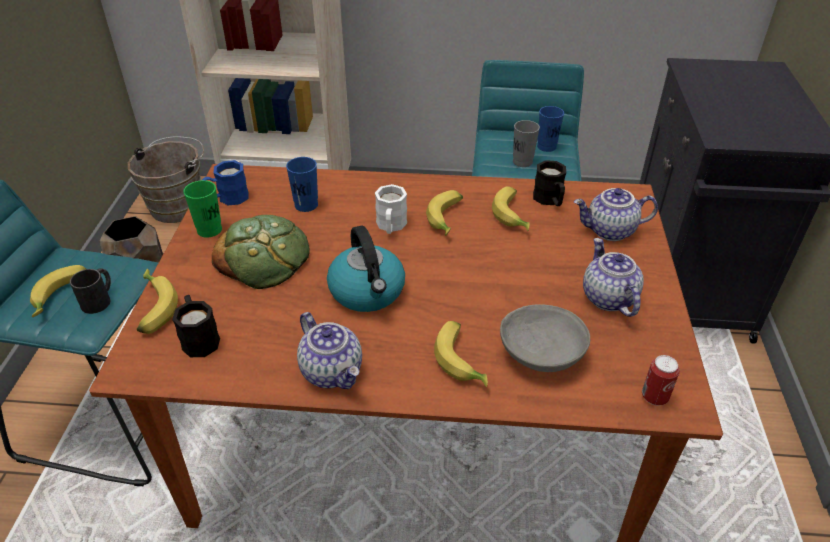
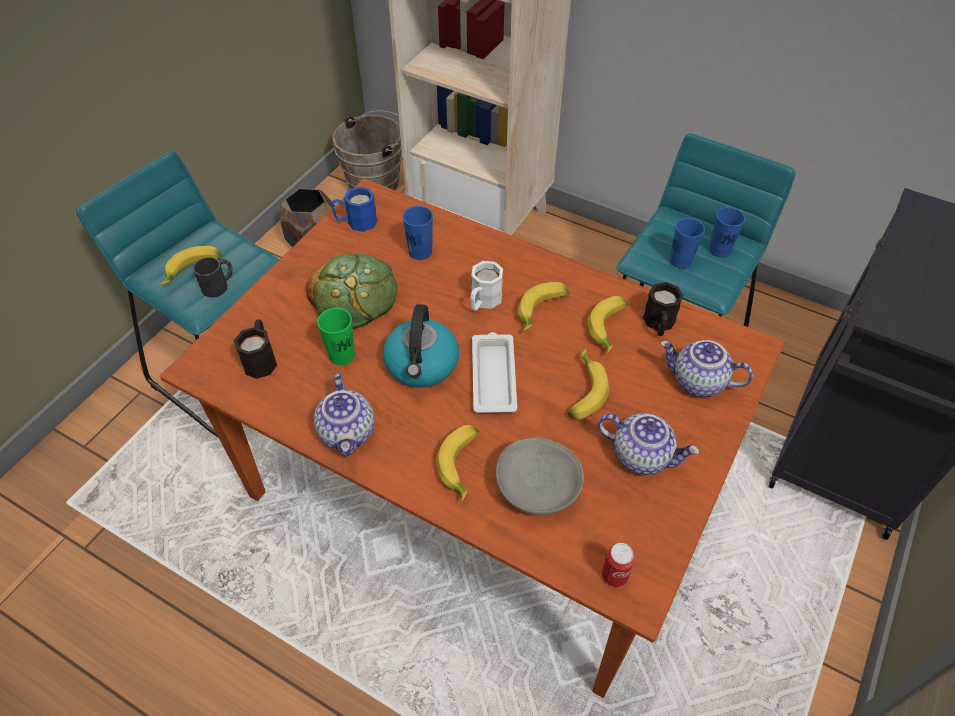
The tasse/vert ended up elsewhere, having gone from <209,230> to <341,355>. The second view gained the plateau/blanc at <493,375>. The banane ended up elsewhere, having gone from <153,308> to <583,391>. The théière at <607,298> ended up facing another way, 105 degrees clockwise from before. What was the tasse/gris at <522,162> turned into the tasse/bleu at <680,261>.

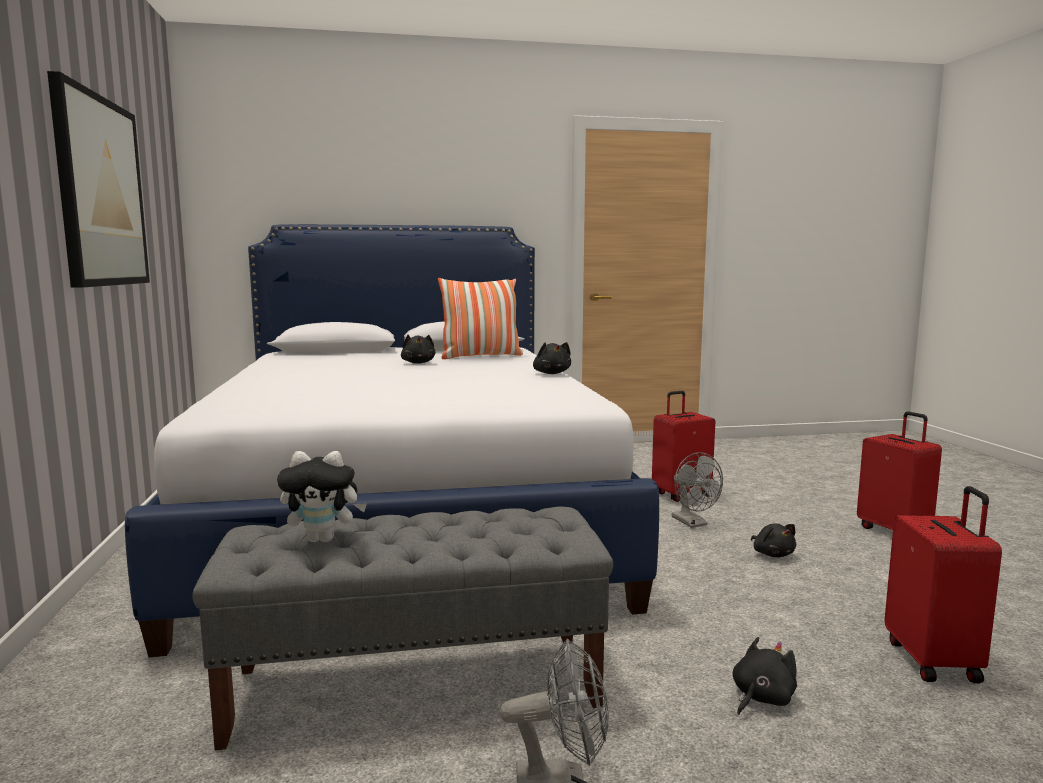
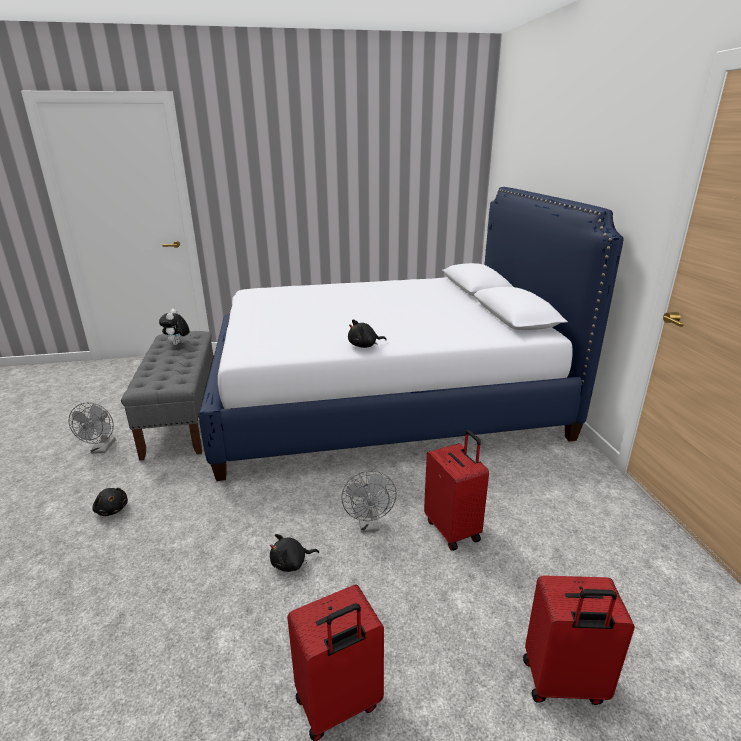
The ventilateur/gris at <693,523> ended up facing another way, 75 degrees counterclockwise from before. The valise/rouge ended up elsewhere, having gone from <934,661> to <563,683>. The second view lost the tableau at <100,192>. The second view lost the peluche/noir at <418,363>. The second view lost the coussin at <480,356>.

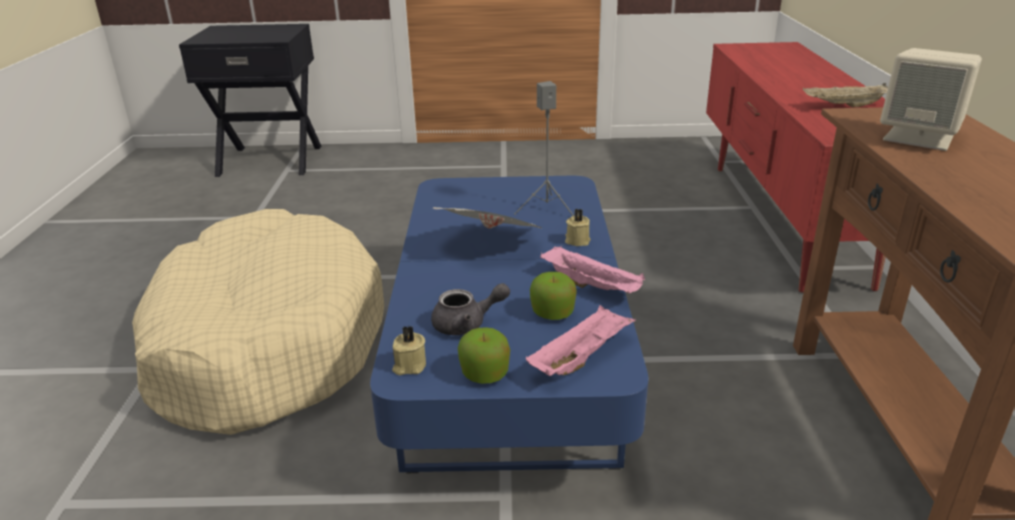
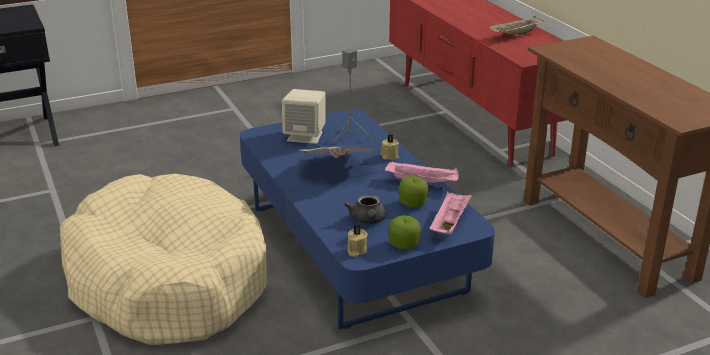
The enceinte/beige ended up elsewhere, having gone from <919,138> to <305,136>. The théière/gris at <467,324> ended up facing another way, 120 degrees clockwise from before.

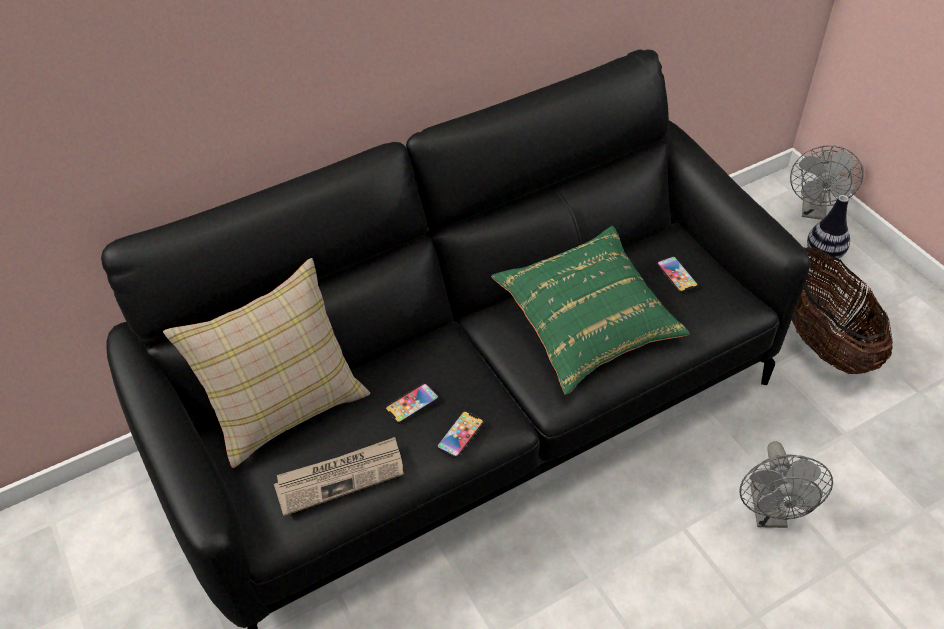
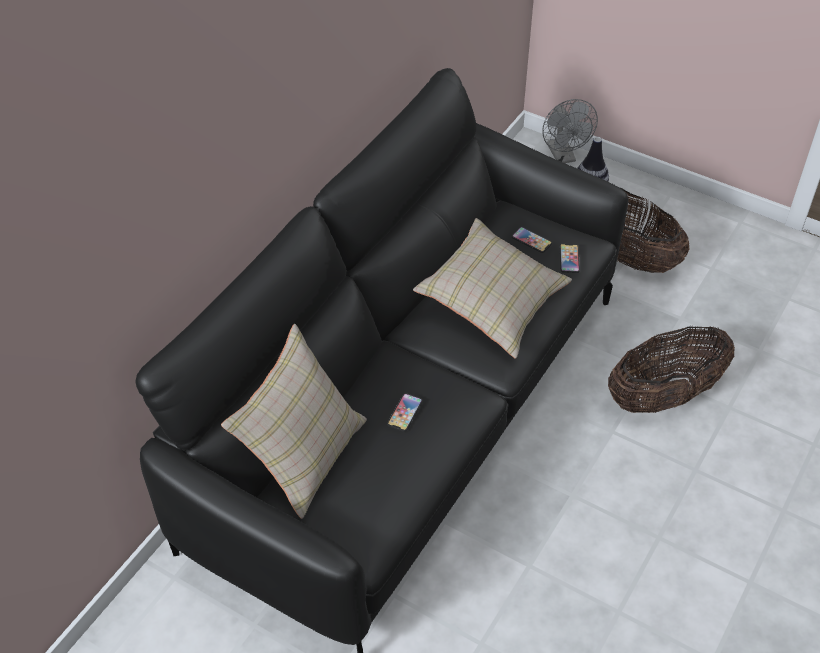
What was the coussin/vert at <587,326> turned into the coussin/beige at <492,303>. The téléphone ended up elsewhere, having gone from <460,435> to <569,259>. Where the ventilateur/gris stood at <770,514>, the panier came to stand at <664,396>. The second view lost the journal at <340,477>.

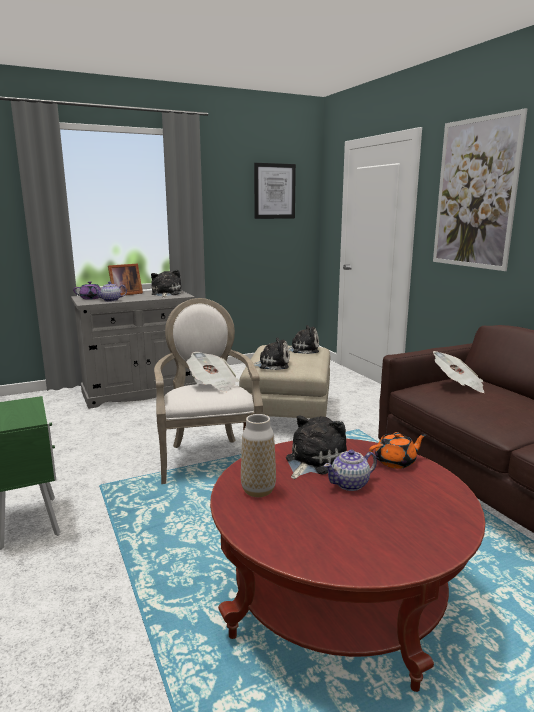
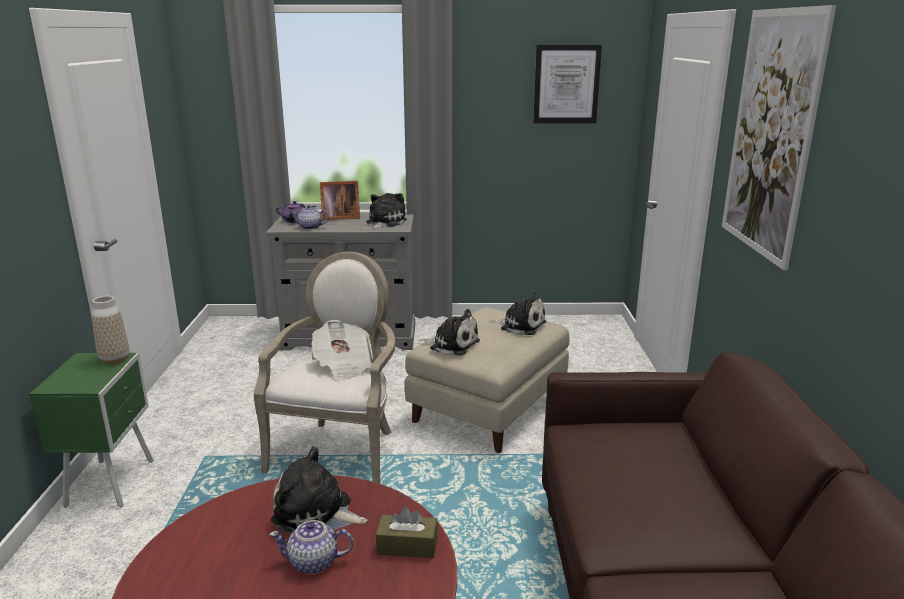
The vase ended up elsewhere, having gone from <258,491> to <115,360>. The peluche at <313,461> ended up facing another way, 135 degrees counterclockwise from before. Where the théière/orange stood at <396,462>, the boîte à mouchoirs/marron came to stand at <407,546>. The second view lost the journal at <458,385>.

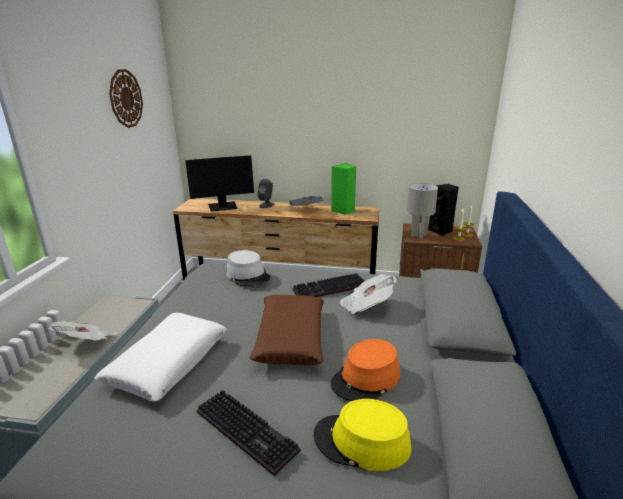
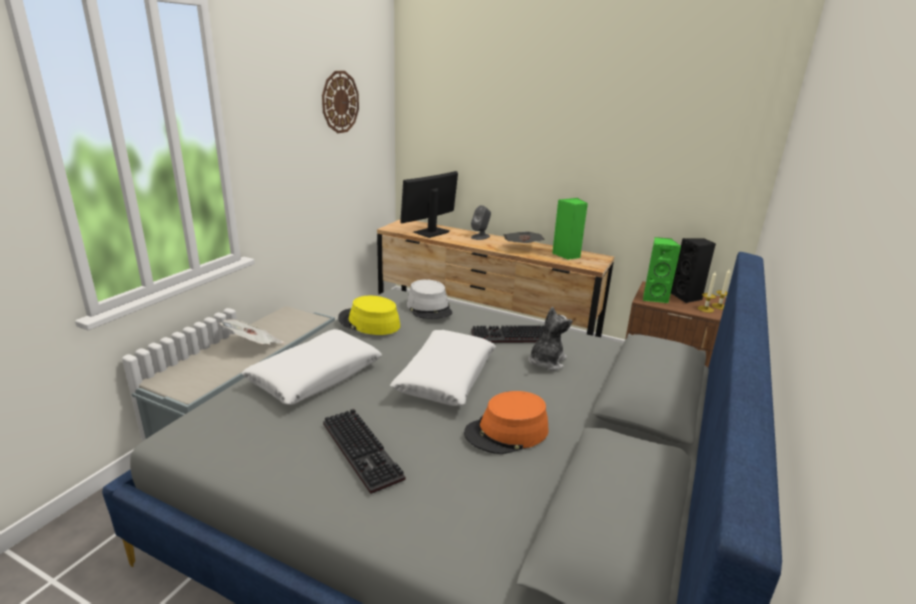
The chapeau/jaune ended up elsewhere, having gone from <361,442> to <369,323>. What was the coussin/marron at <290,338> turned into the coussin/blanc at <445,377>. The écran d'ordinateur at <223,207> ended up facing another way, 135 degrees clockwise from before. Where the journal stood at <366,305>, the peluche came to stand at <546,361>. Where the lampe de table/gris stood at <418,235>, the enceinte/vert came to stand at <654,297>.

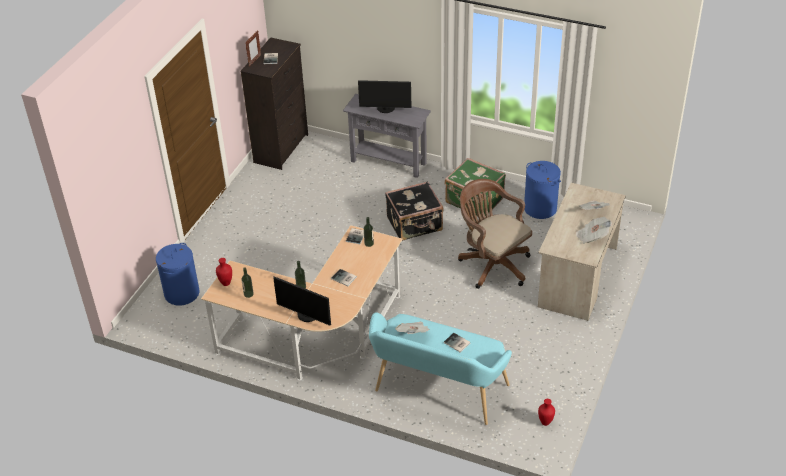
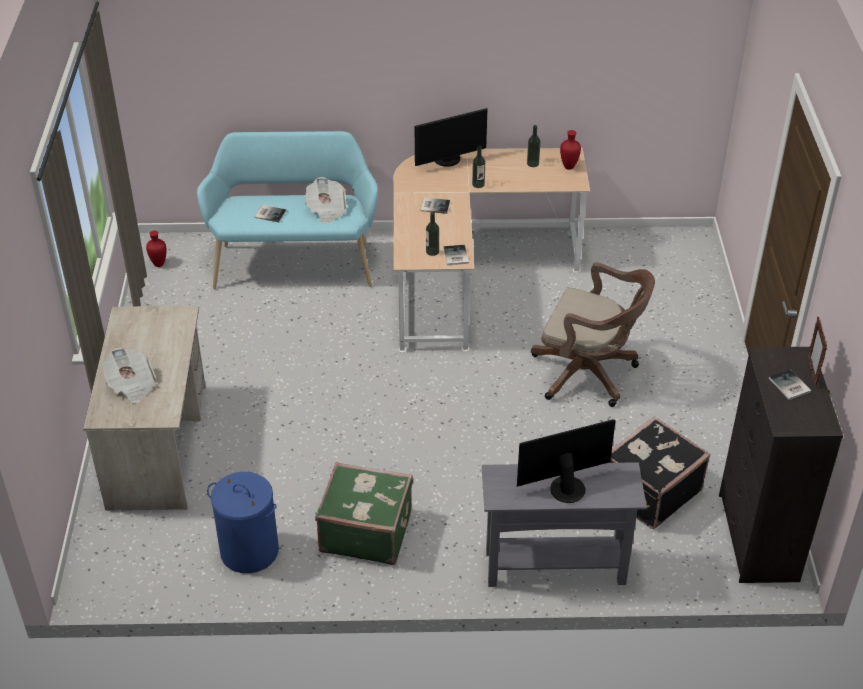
The écran d'ordinateur at <307,315> ended up facing another way, 150 degrees clockwise from before. The chaise de bureau/marron ended up elsewhere, having gone from <492,264> to <589,374>. The valise/noir ended up elsewhere, having gone from <415,224> to <648,491>. The second view lost the panier à linge/bleu at <182,293>. The second view lost the journal at <592,236>.

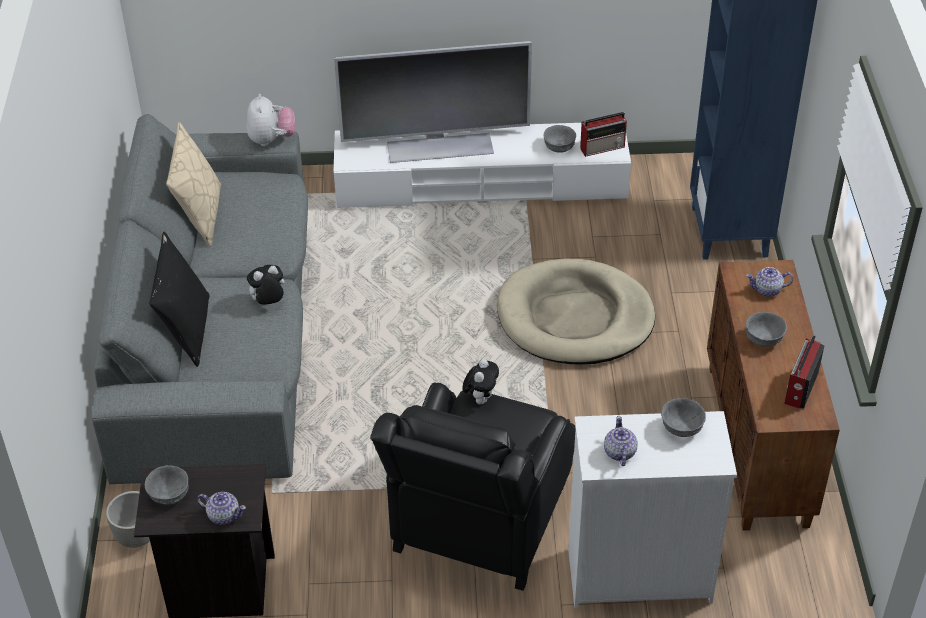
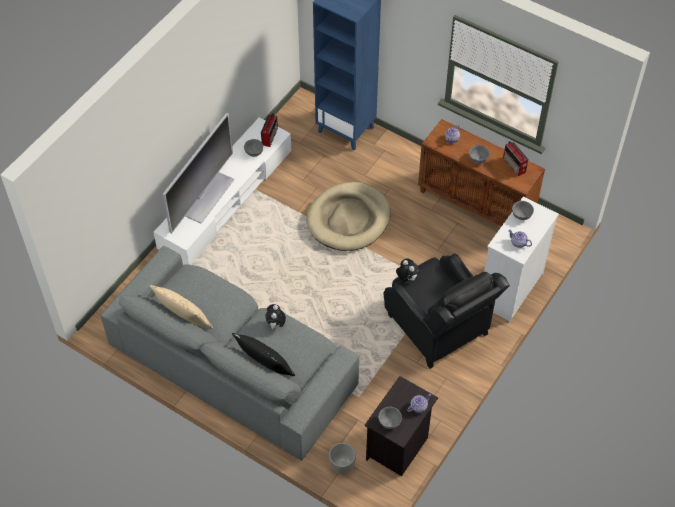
The second view lost the peluche at <271,140>.

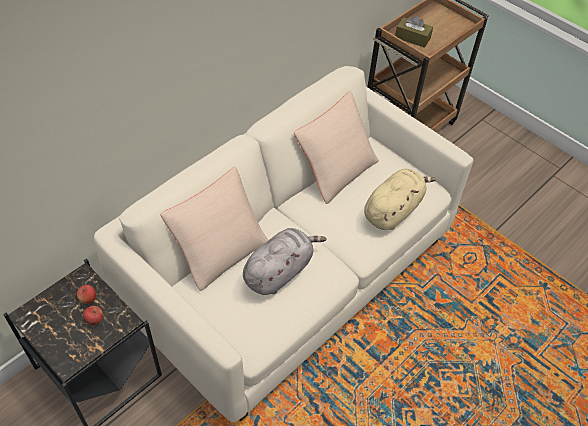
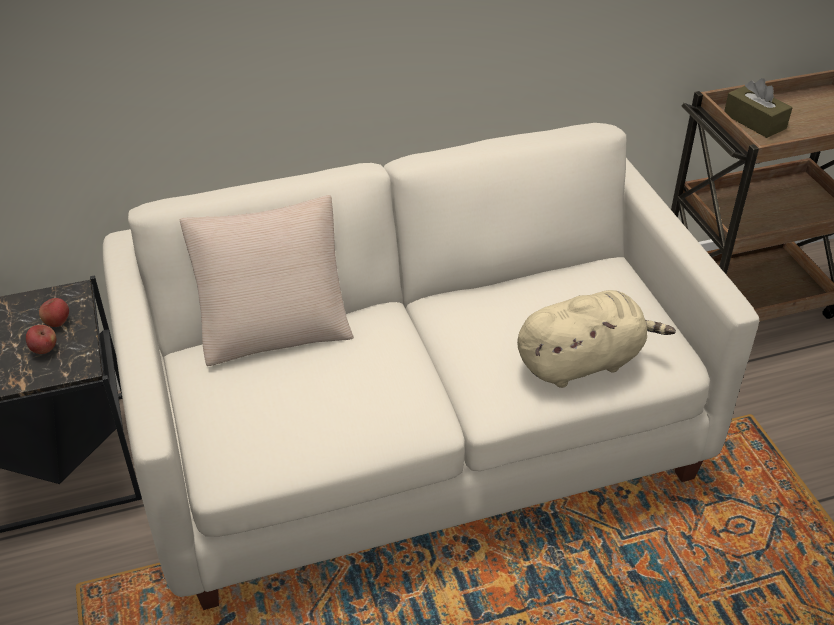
The second view lost the peluche/gris at <279,271>. The second view lost the coussin/beige at <335,170>.

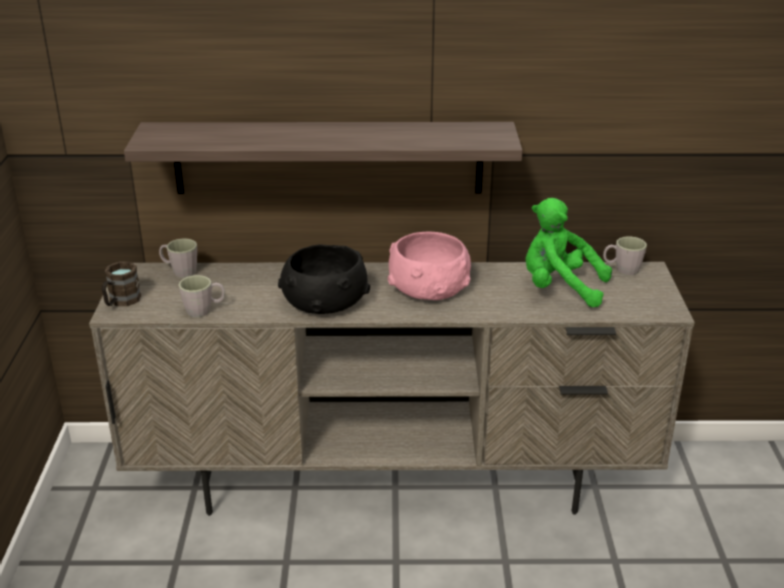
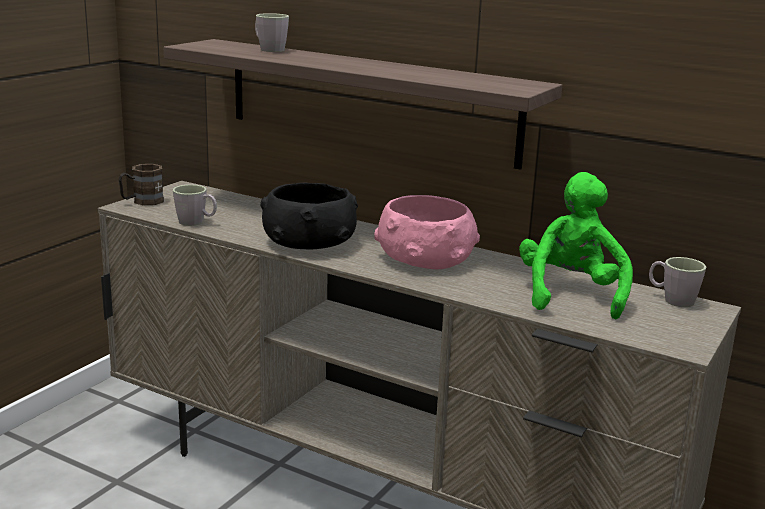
The mug/gris ended up elsewhere, having gone from <180,271> to <269,49>. The peluche/vert at <559,288> ended up facing another way, 45 degrees clockwise from before.

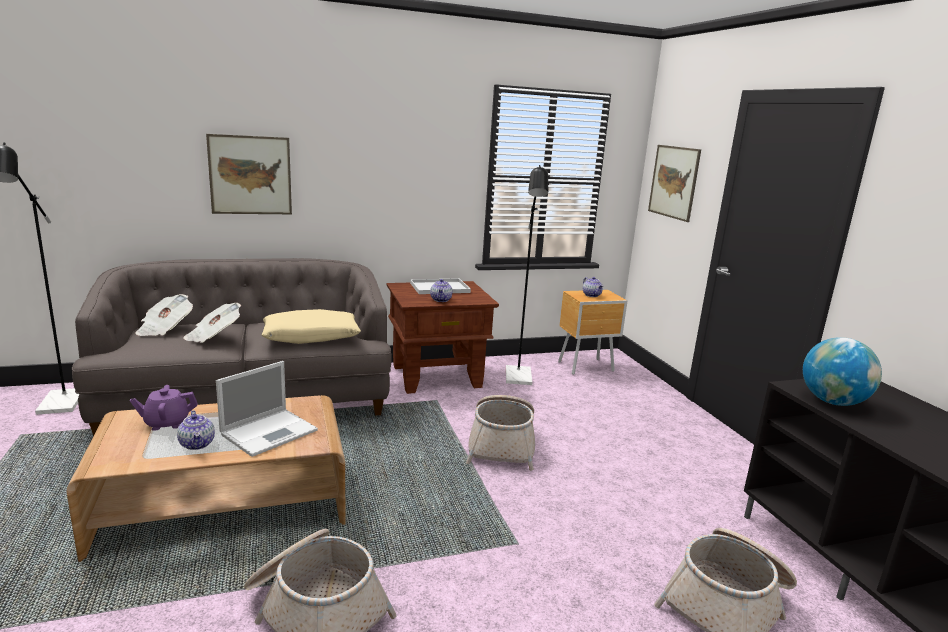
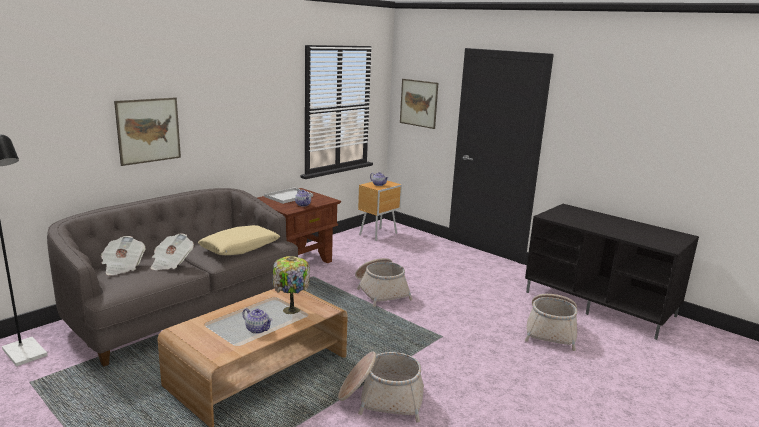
Where the ordinateur portable stood at <270,432>, the lampe de table came to stand at <290,311>. The second view lost the théière/violet at <166,423>. The second view lost the lampadaire/noir at <519,379>. The second view lost the globe at <833,402>.

